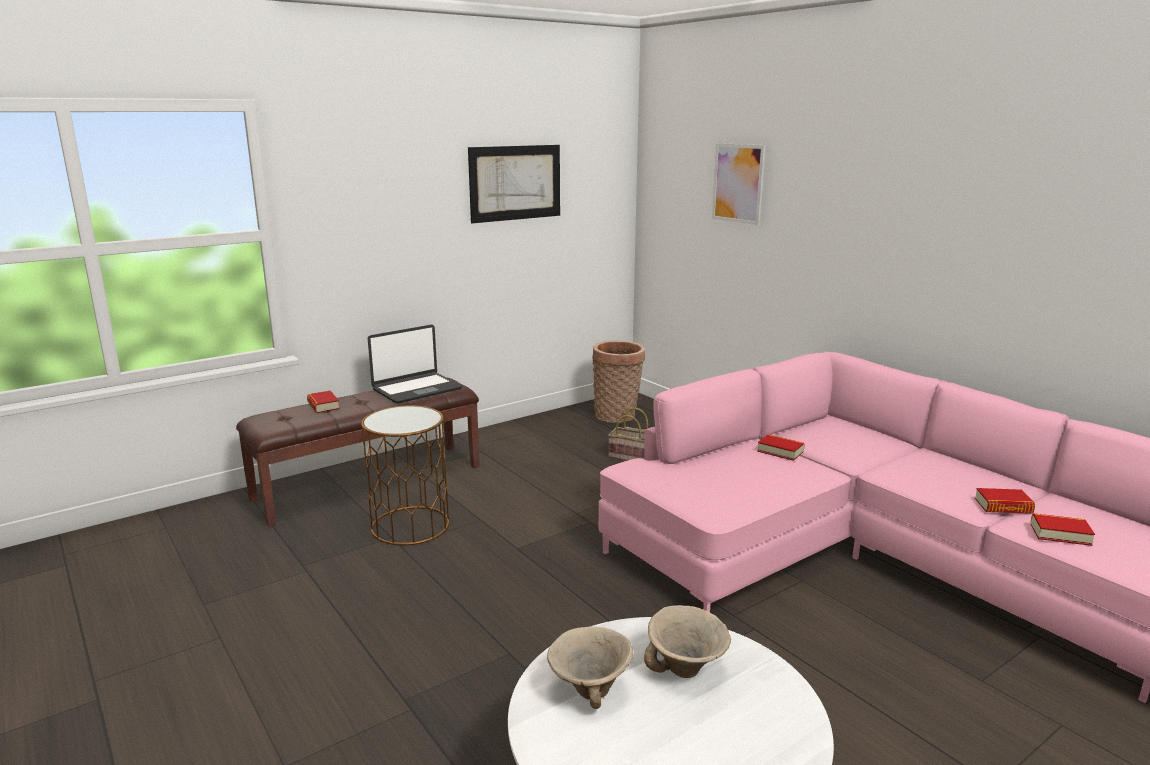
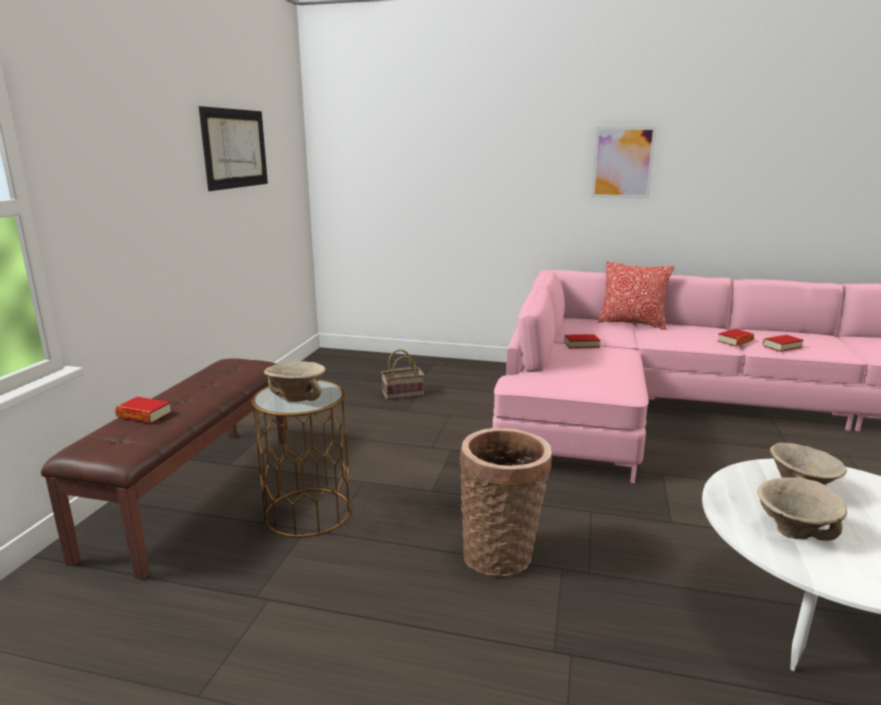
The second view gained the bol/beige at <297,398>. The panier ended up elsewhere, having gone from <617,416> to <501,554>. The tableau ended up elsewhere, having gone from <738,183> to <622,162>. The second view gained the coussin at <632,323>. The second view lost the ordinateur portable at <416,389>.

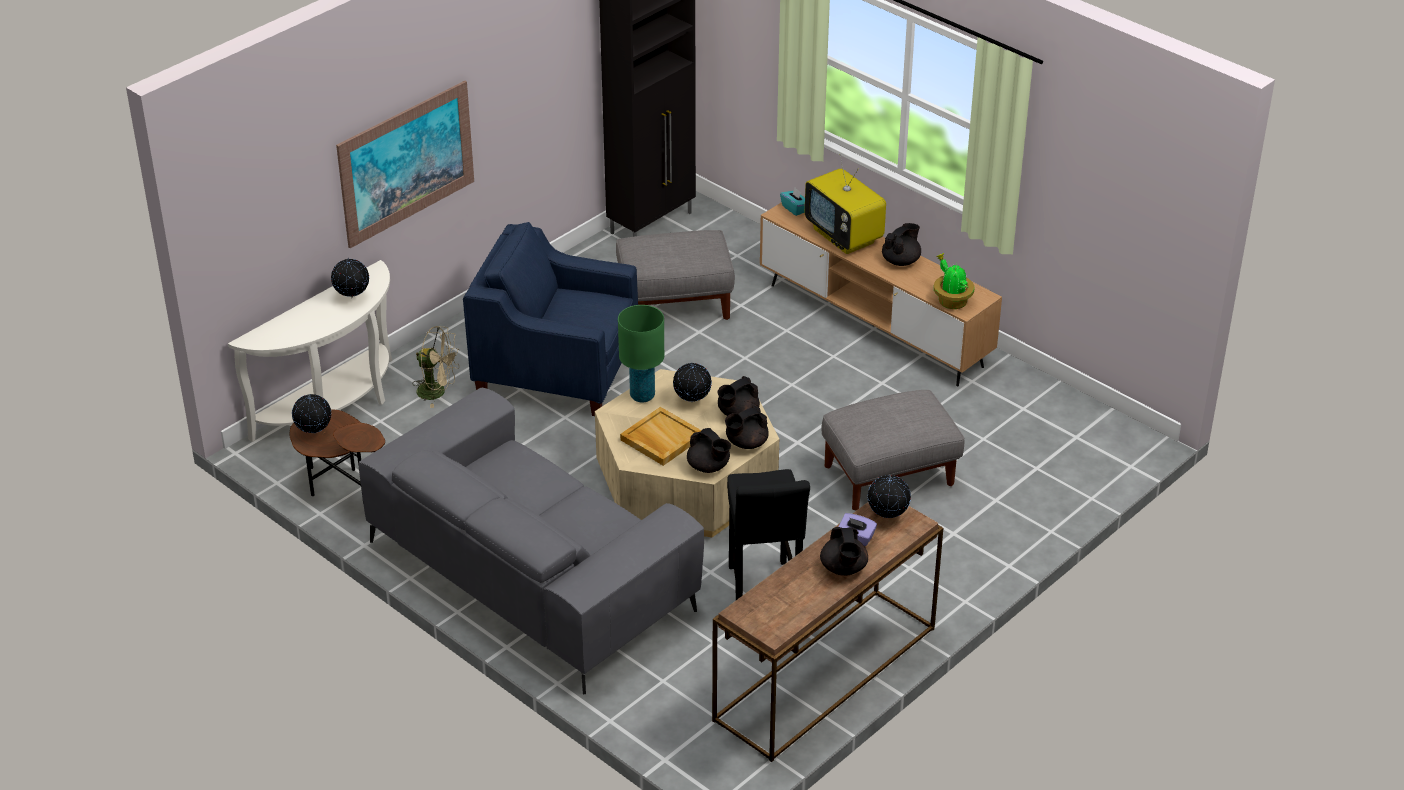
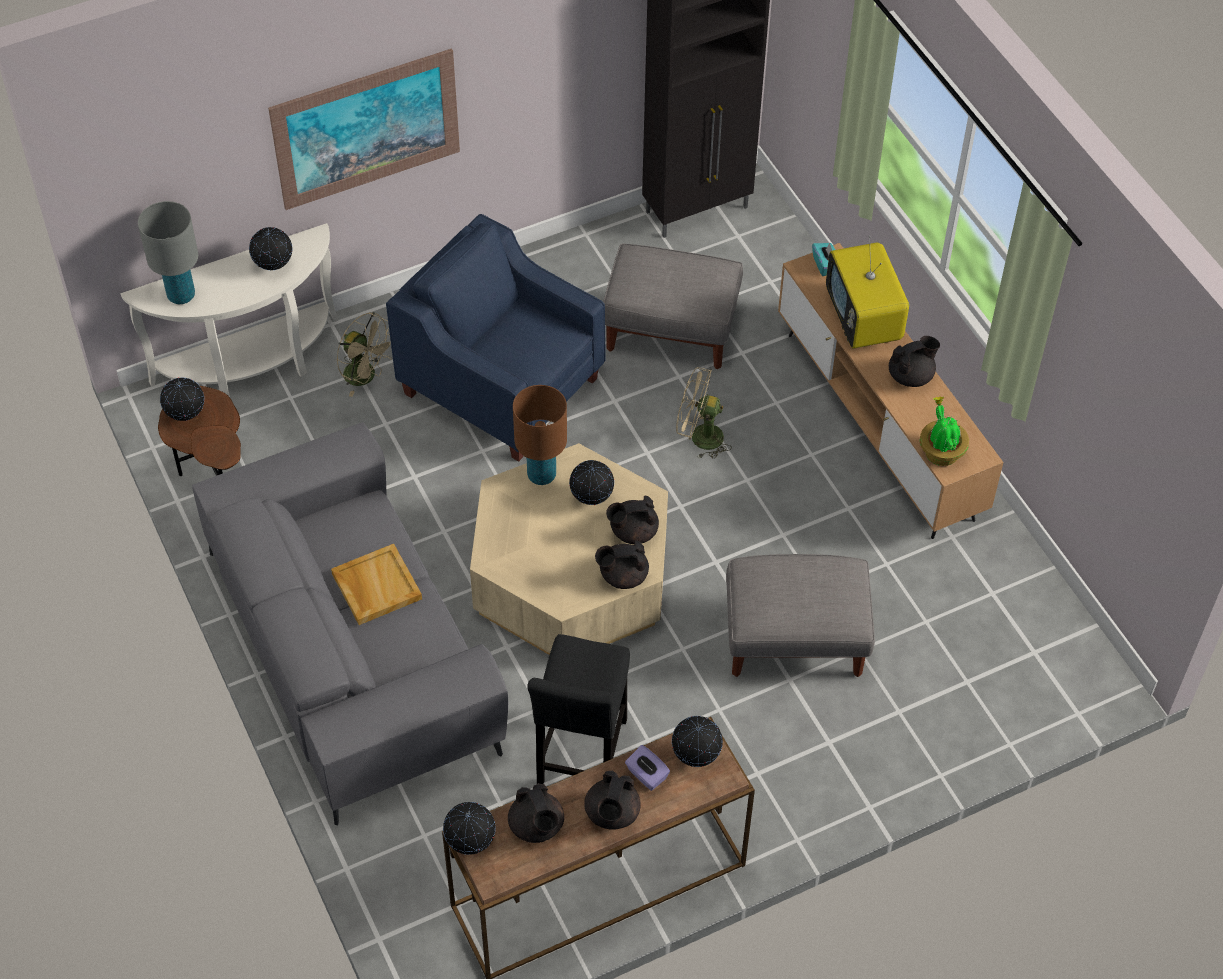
The second view gained the lampe de table/gris at <181,295>. The plateau/beige ended up elsewhere, having gone from <660,439> to <376,586>. The second view gained the globe at <471,843>. The théière/noir ended up elsewhere, having gone from <709,467> to <536,826>. What was the lampe de table/vert at <642,396> turned into the lampe de table/marron at <541,475>. The second view gained the ventilateur/beige at <699,437>.

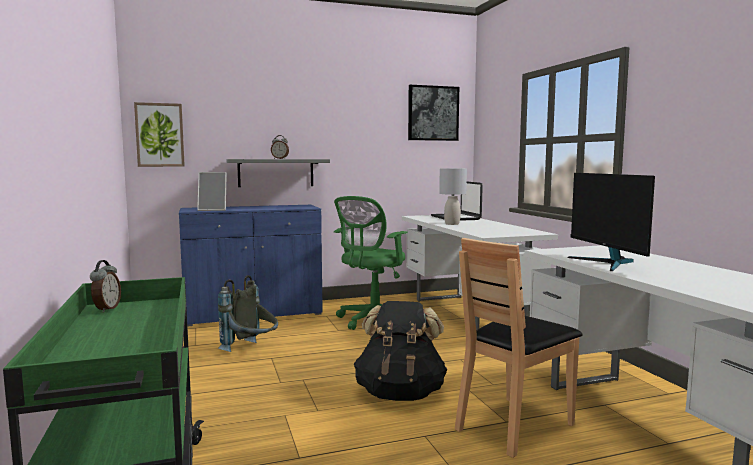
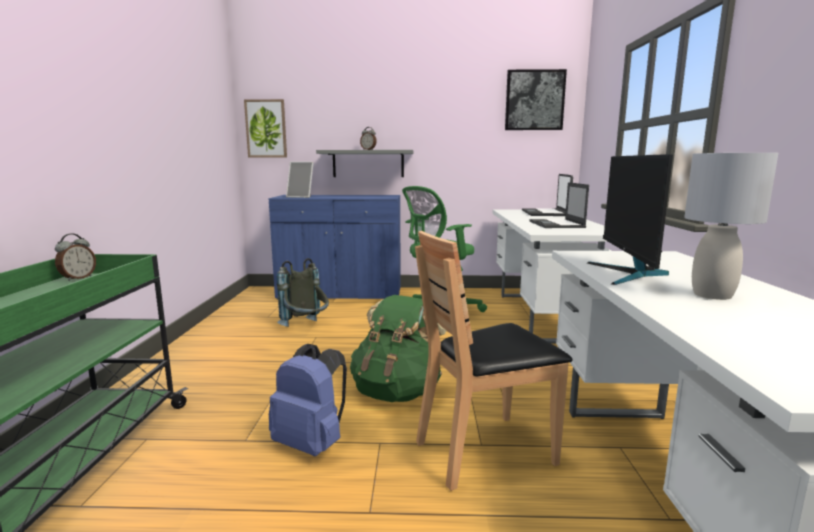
The second view gained the sac à dos/bleu at <312,443>. What was the sac à dos/noir at <400,394> turned into the sac à dos/vert at <397,391>. The second view gained the ordinateur portable at <557,224>. The lampe de table/gris ended up elsewhere, having gone from <451,224> to <711,295>.

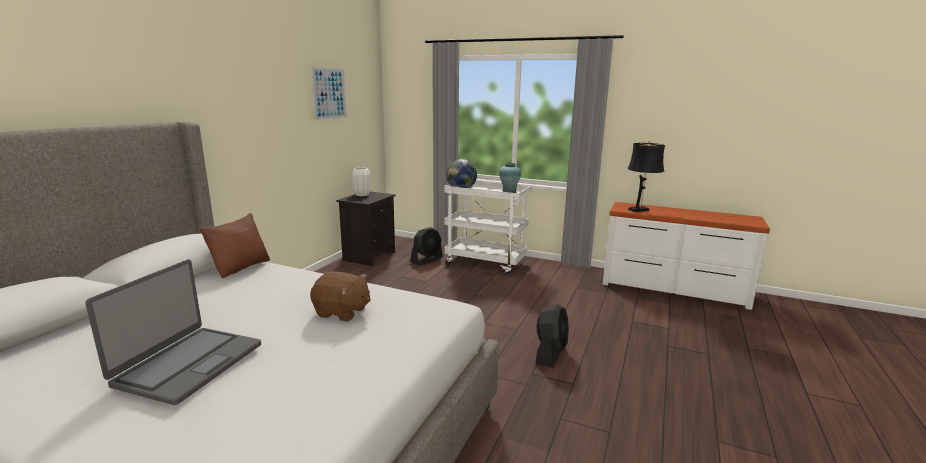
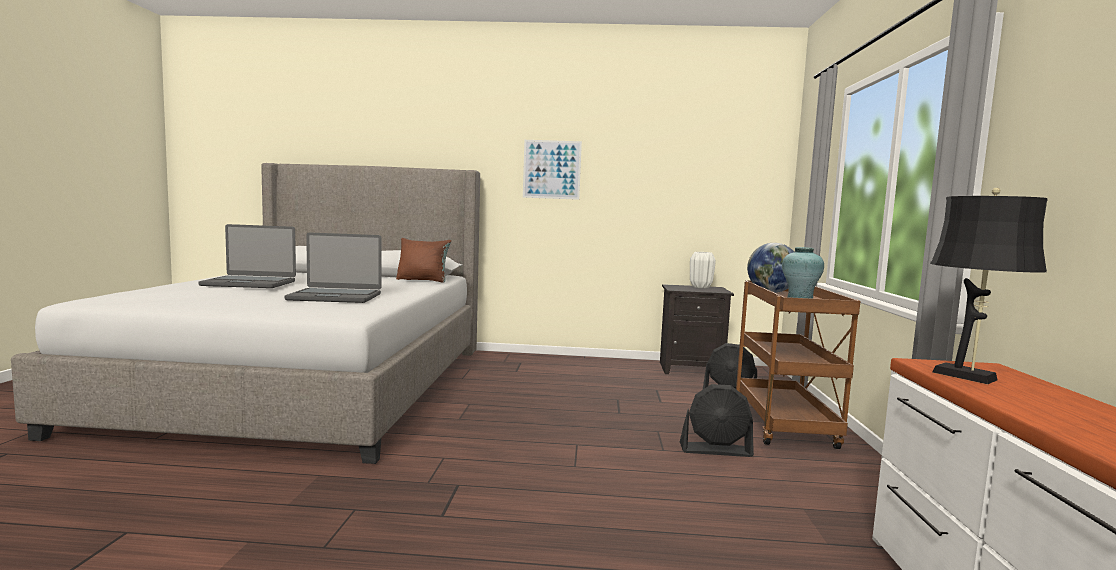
Where the peluche/marron stood at <342,312>, the ordinateur portable came to stand at <335,297>. The tableau ended up elsewhere, having gone from <329,93> to <552,169>. The ventilateur/noir ended up elsewhere, having gone from <550,353> to <716,450>. What was the chariot/blanc at <486,263> turned into the chariot/marron at <785,427>.

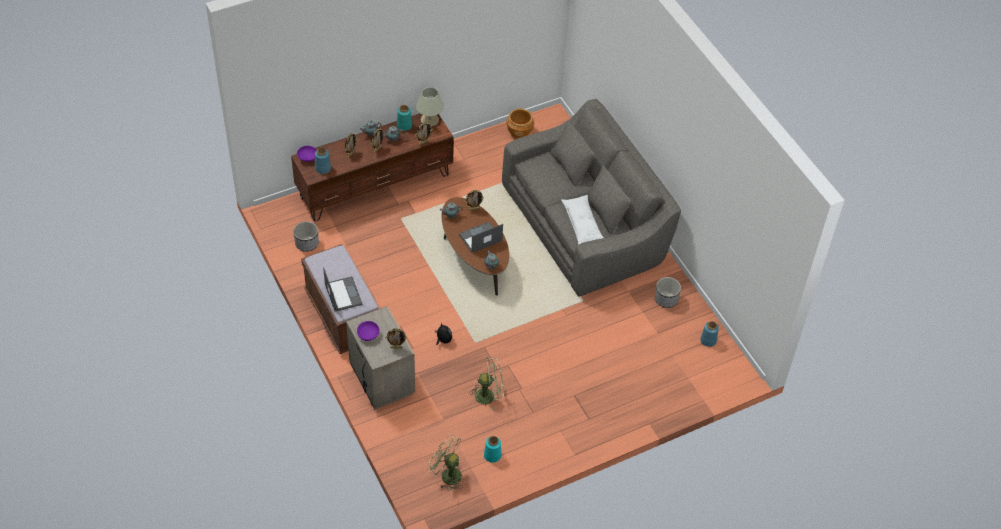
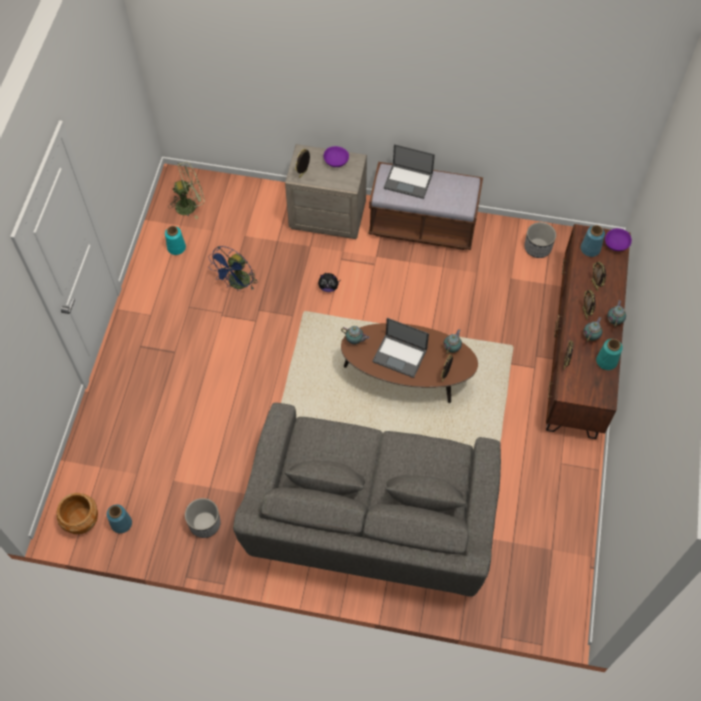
The cache-pot/marron ended up elsewhere, having gone from <519,132> to <82,521>. What was the ventilateur/vert at <489,395> turned into the ventilateur/bleu at <237,284>. The ordinateur portable at <480,238> ended up facing another way, 105 degrees clockwise from before. The second view lost the lampe de table/beige at <430,120>. The second view lost the coussin/blanc at <582,224>.

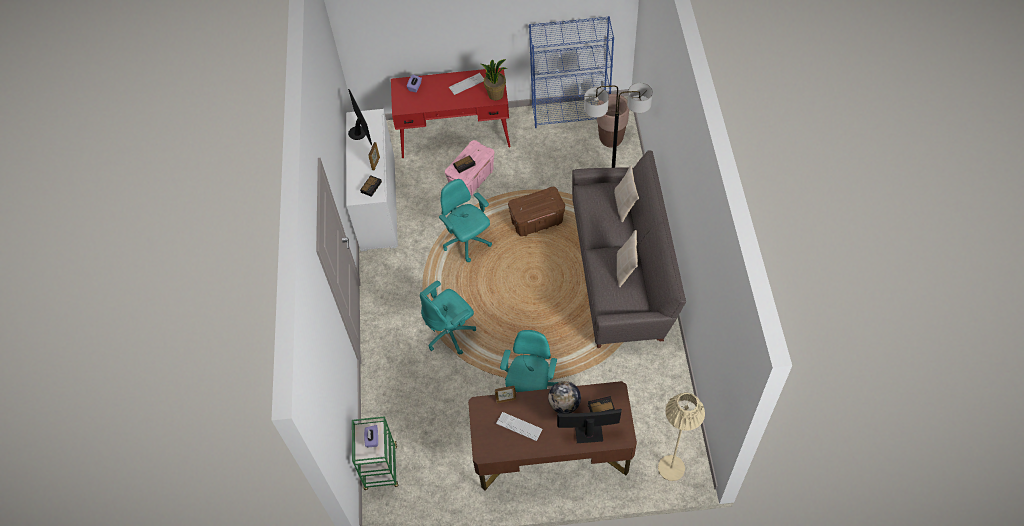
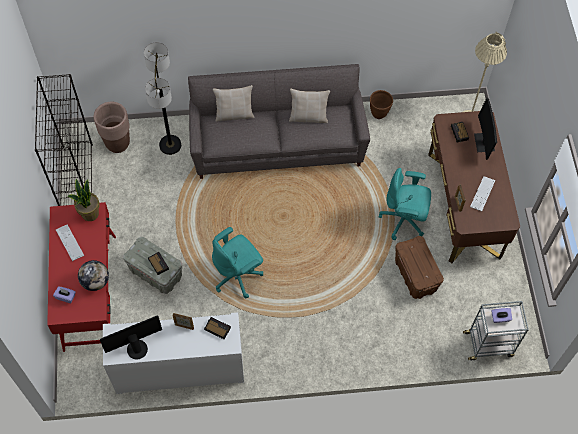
What was the bibliothèque/bleu at <570,113> turned into the bibliothèque/noir at <77,178>. The globe ended up elsewhere, having gone from <564,404> to <95,281>. What was the boîte de rangement/rose at <471,179> turned into the boîte de rangement/gris at <155,273>. The second view gained the cache-pot/marron at <379,113>. The boîte de rangement/marron ended up elsewhere, having gone from <536,222> to <415,275>. What was the chariot/vert at <381,468> turned into the chariot/gris at <489,344>. The second view lost the chaise de bureau/turquoise at <450,333>.

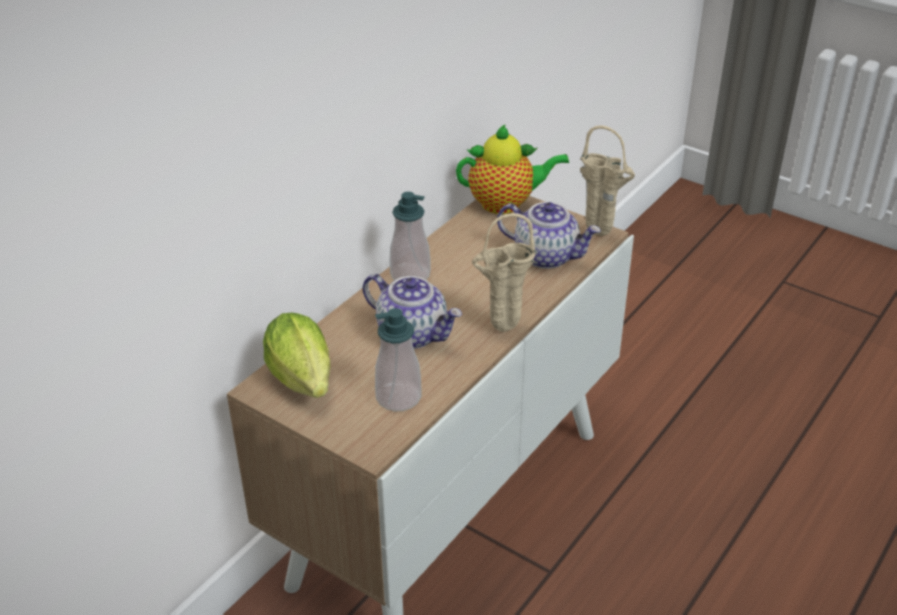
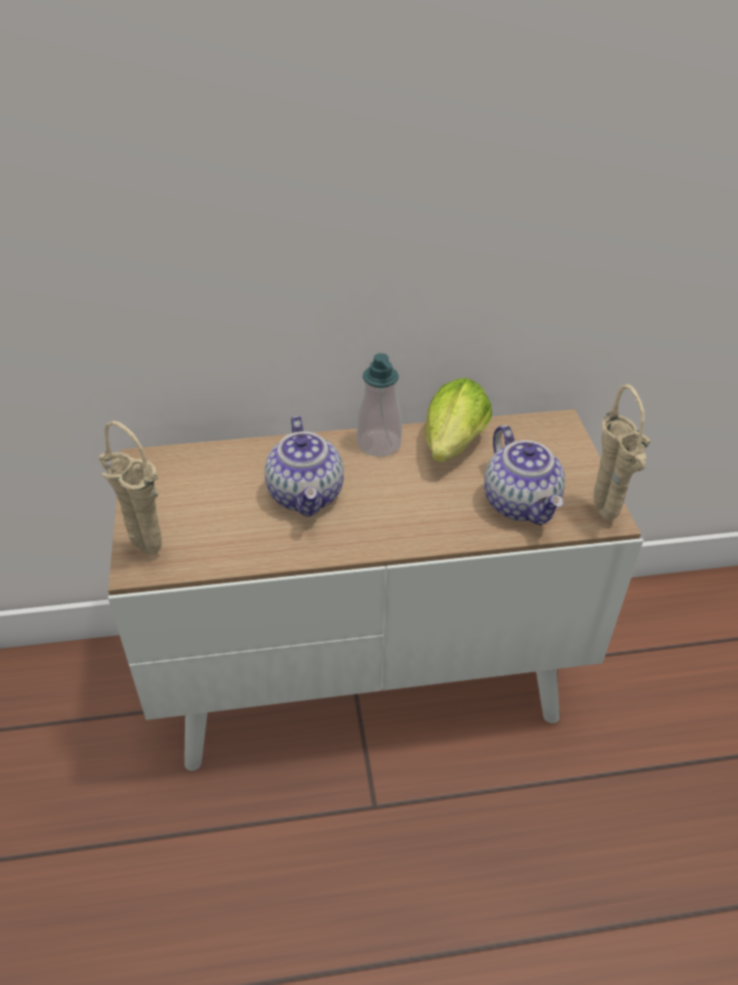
The vase/beige ended up elsewhere, having gone from <501,330> to <144,550>. The laitue ended up elsewhere, having gone from <304,383> to <451,449>. The second view lost the distributeur de savon at <398,397>. The second view lost the théière at <506,204>.

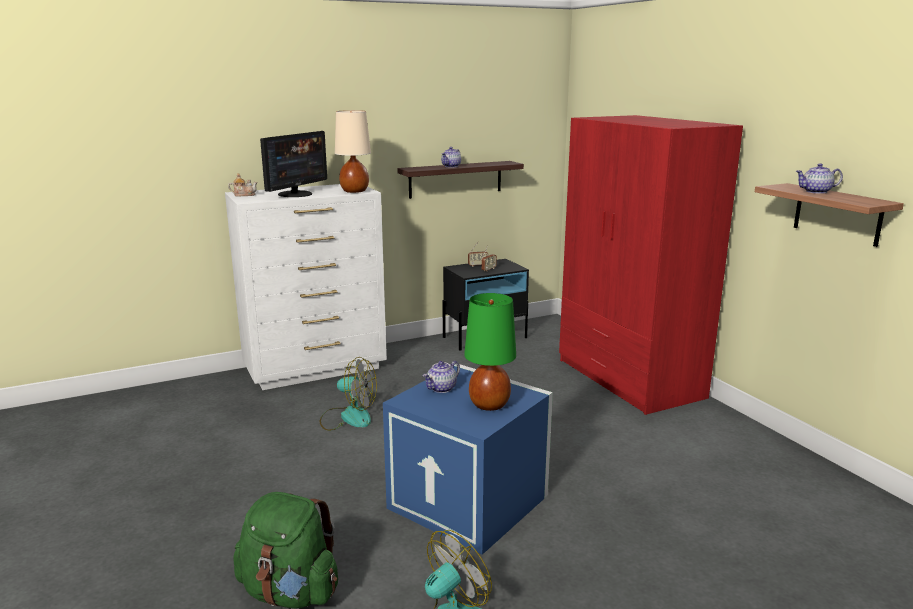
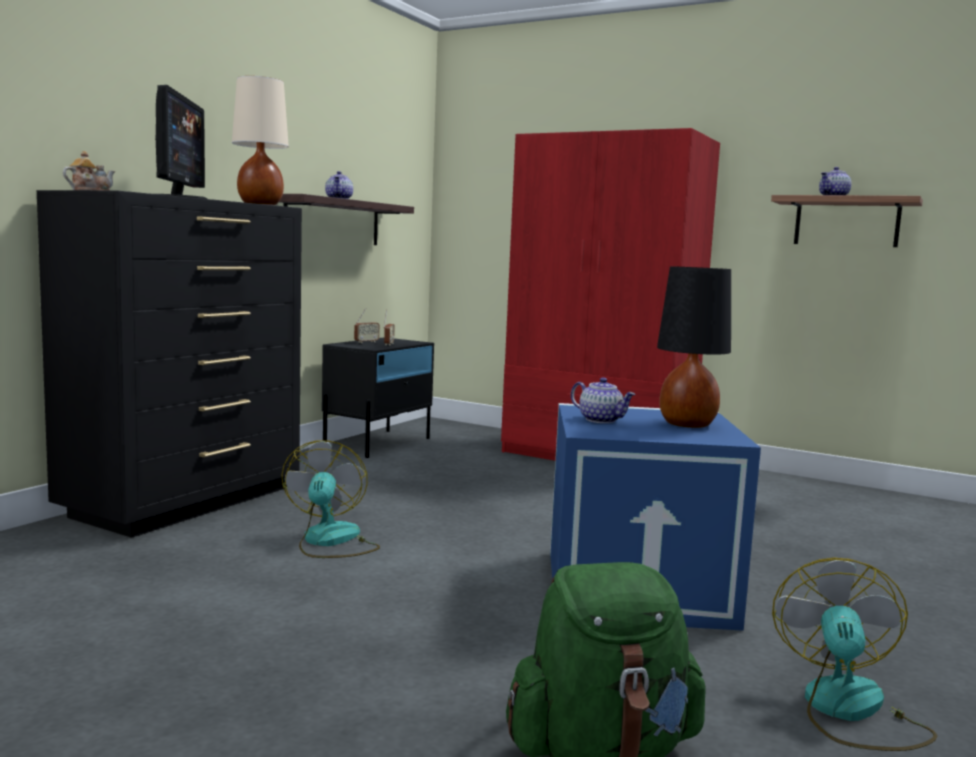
What was the commode/blanc at <316,369> turned into the commode/noir at <187,501>. The ventilateur at <348,417> ended up facing another way, 75 degrees counterclockwise from before. The théière at <441,388> ended up facing another way, 60 degrees counterclockwise from before. What was the lampe de table/vert at <489,404> turned into the lampe de table/noir at <686,424>.

